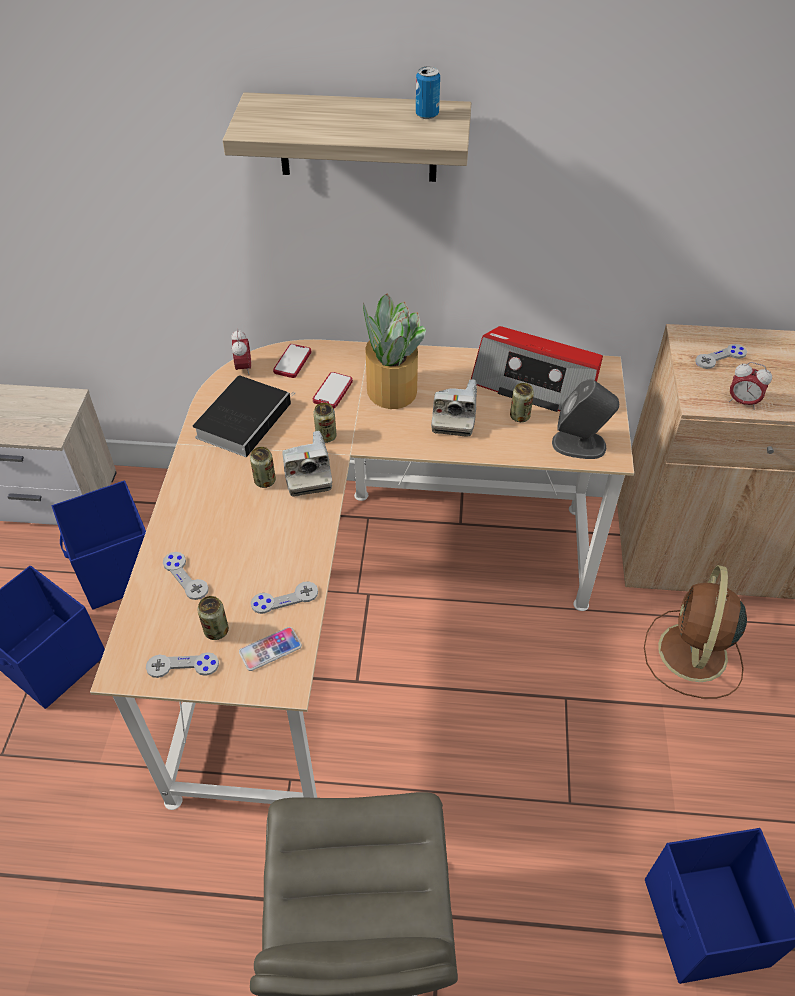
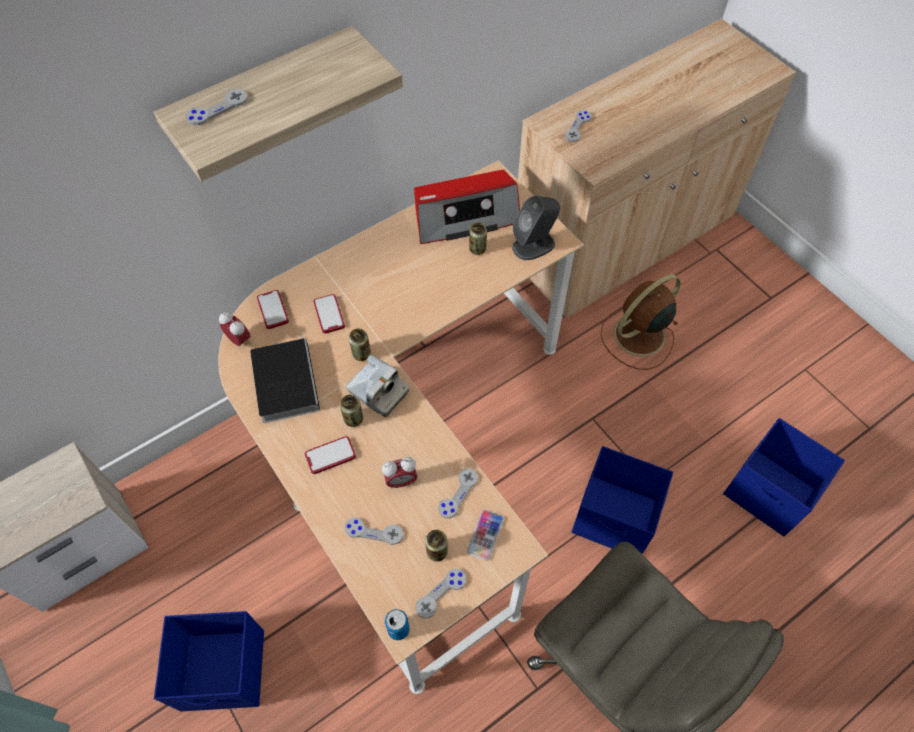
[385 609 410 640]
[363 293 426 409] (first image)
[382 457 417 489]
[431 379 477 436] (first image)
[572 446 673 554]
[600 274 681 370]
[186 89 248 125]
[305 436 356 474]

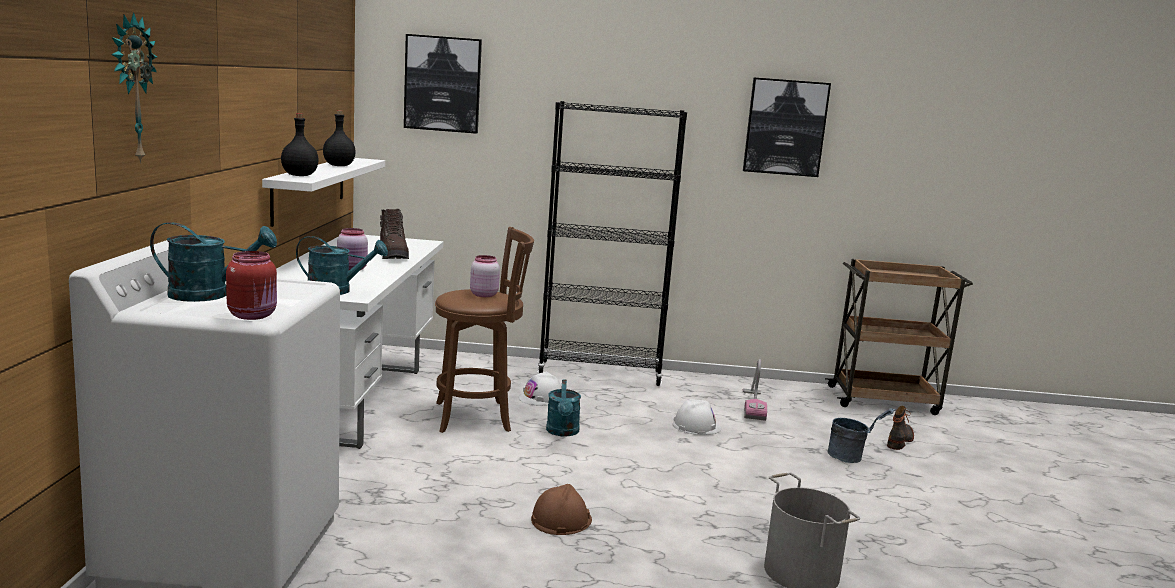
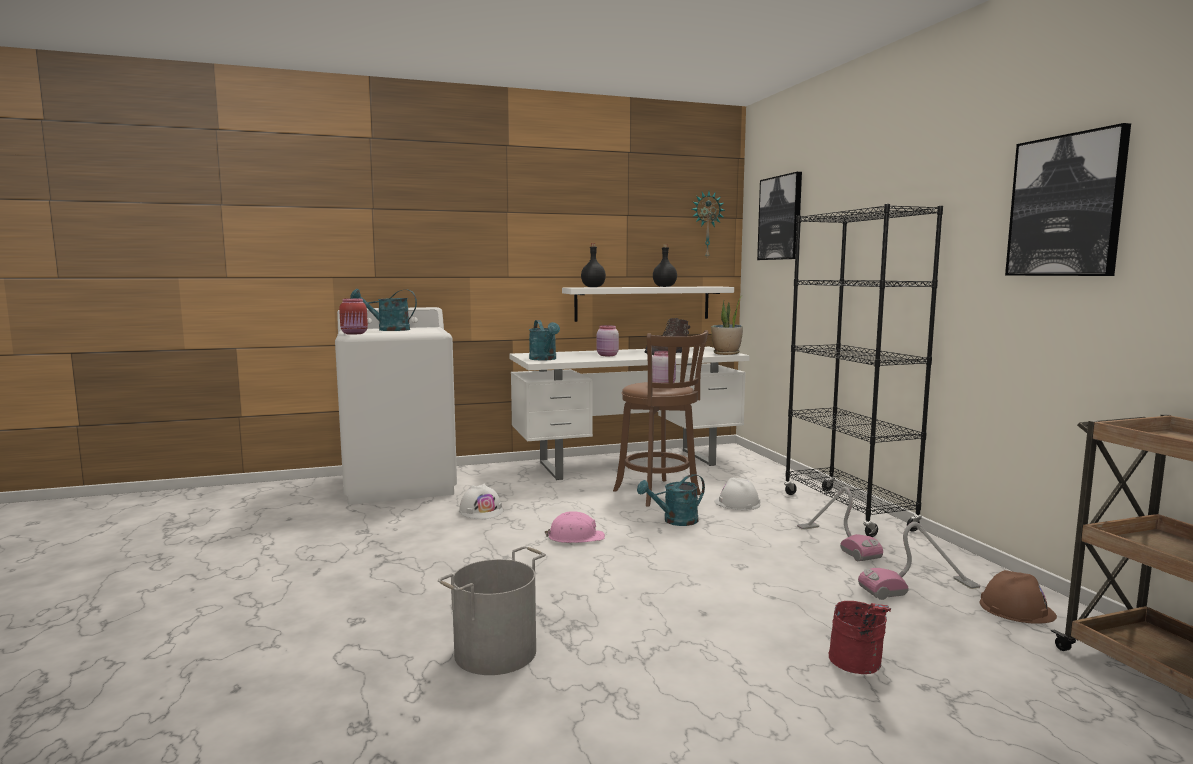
[692 191 725 258]
[350 289 417 331]
[459 484 504 519]
[887 406 914 450] (first image)
[829 601 891 674]
[979 570 1057 624]
[711 295 743 355]
[797 487 883 561]
[545 511 605 543]

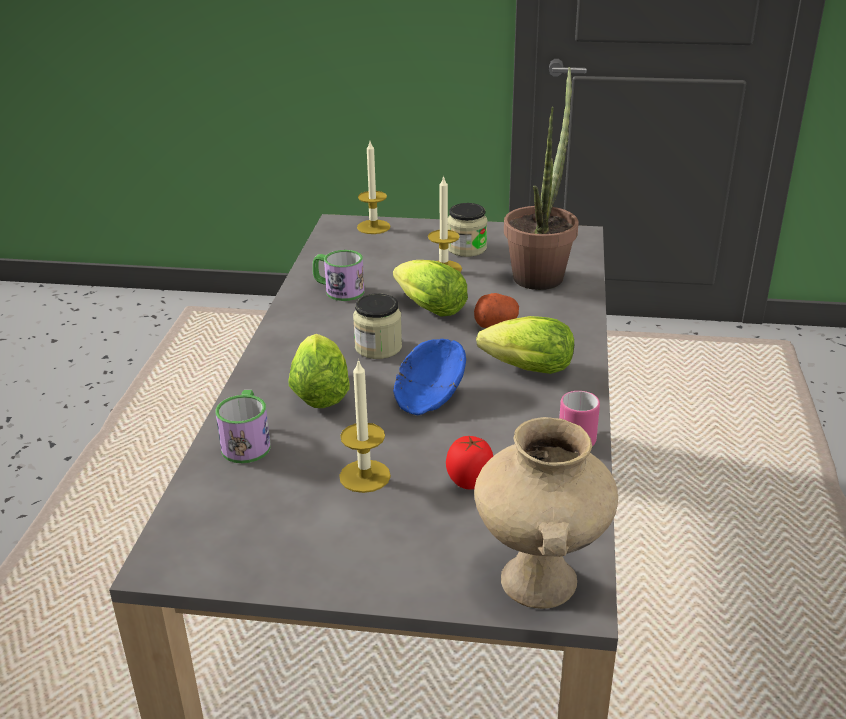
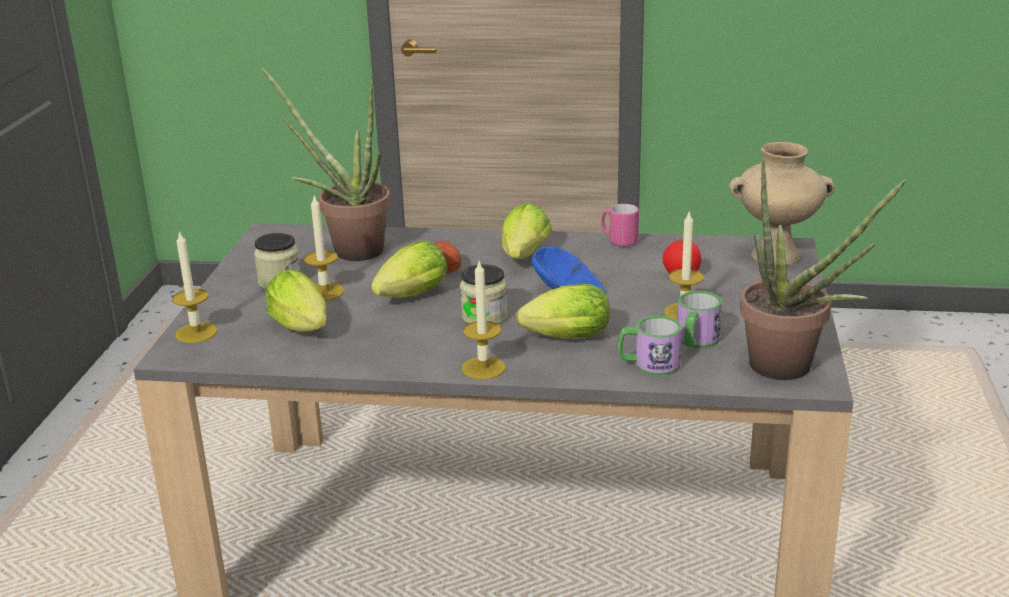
[677 291 722 348]
[740 154 906 380]
[462 262 506 379]
[266 270 326 332]

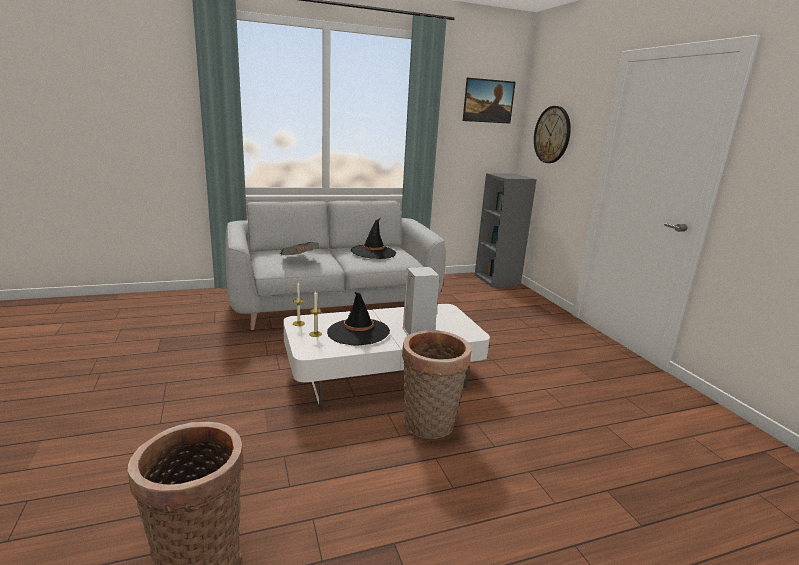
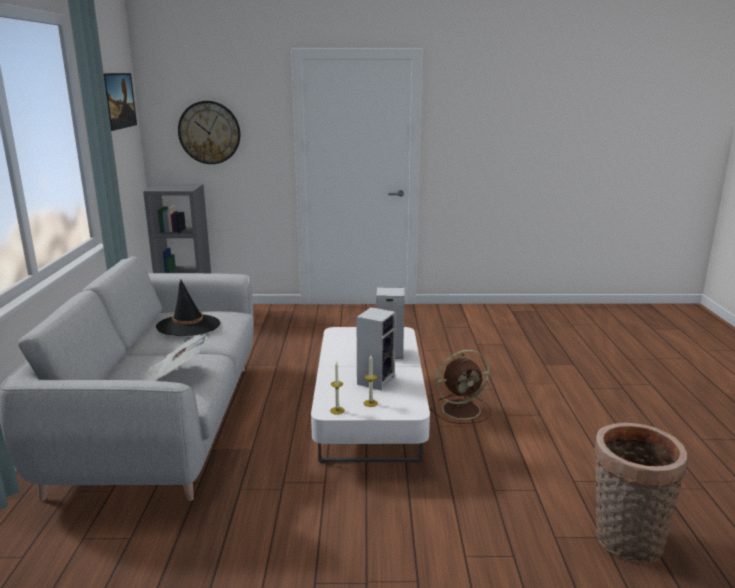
[356 307 396 391]
[429 350 491 424]

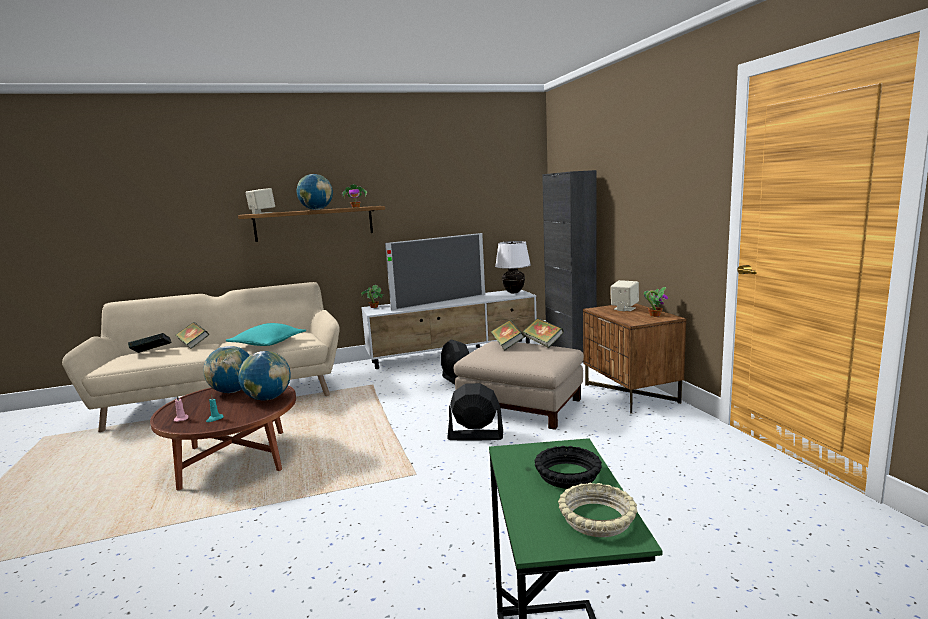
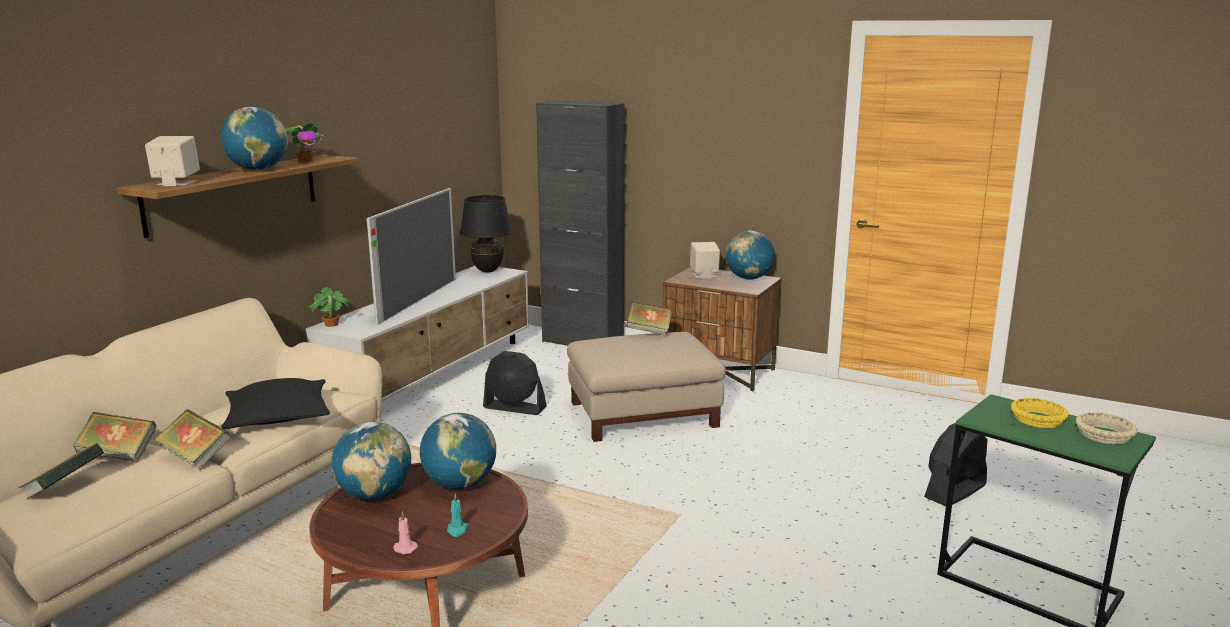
[460 195 512 272]
[725 230 775 280]
[154 409 231 470]
[221 378 330 429]
[924 423 988 506]
[1011 398 1069 428]

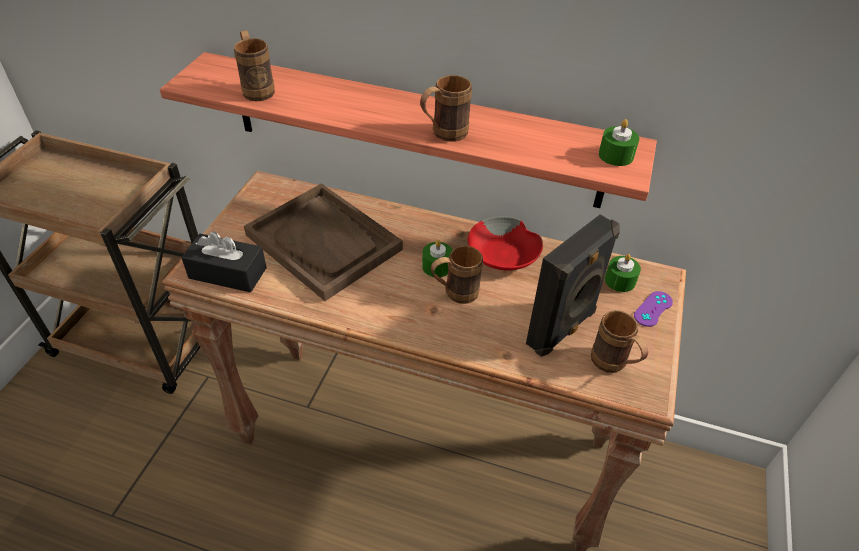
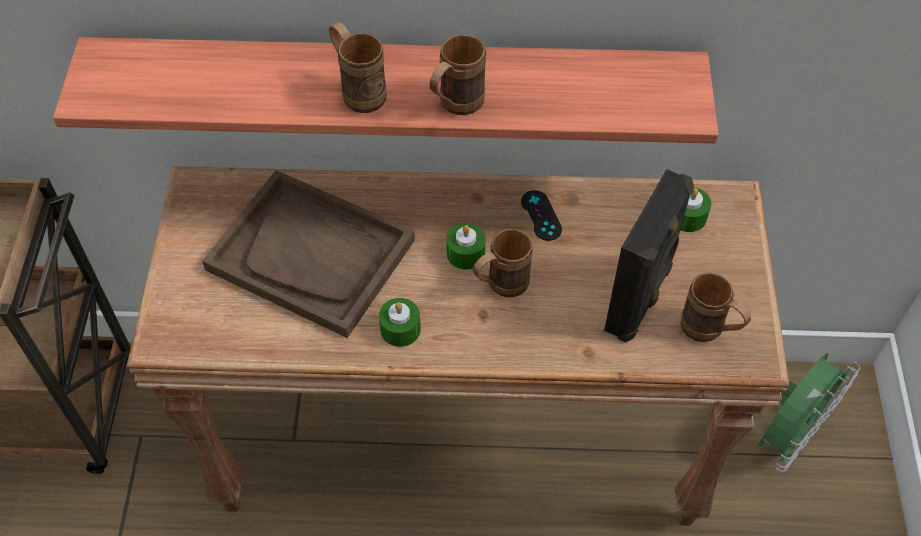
[329 22 387 113]
[379 298 421 347]
[521 190 562 241]
[181 231 267 292] (first image)
[634 291 673 327] (first image)
[759 353 860 472]

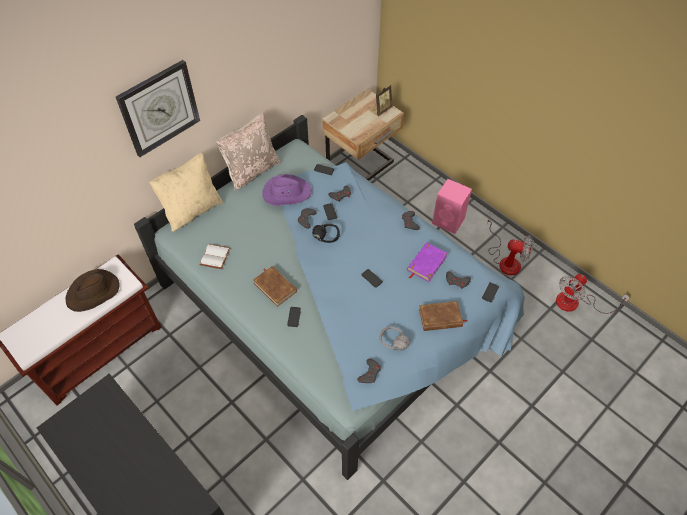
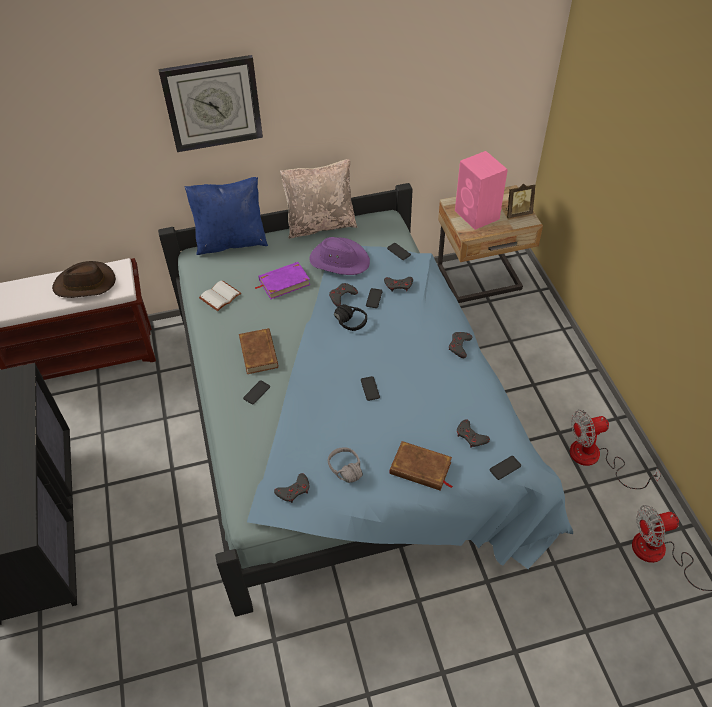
[184 177 268 255]
[455 151 508 230]
[570 410 661 489]
[254 262 310 299]

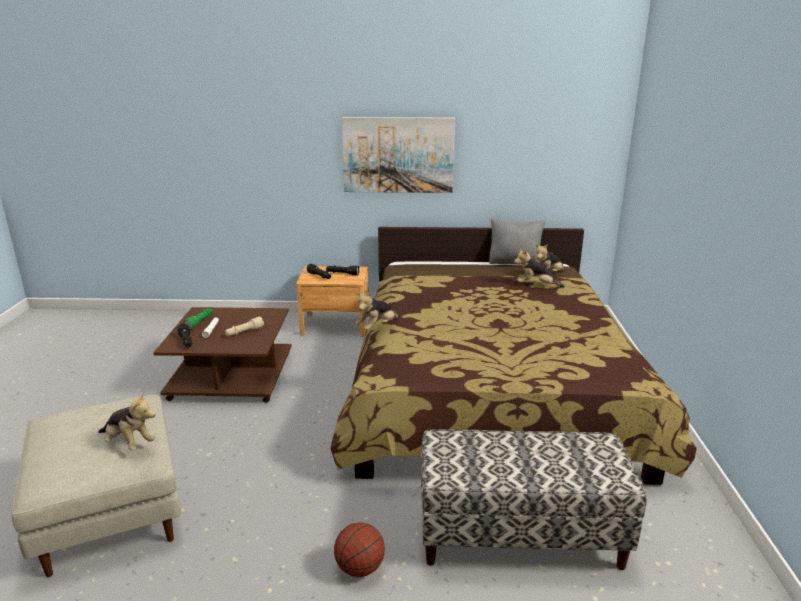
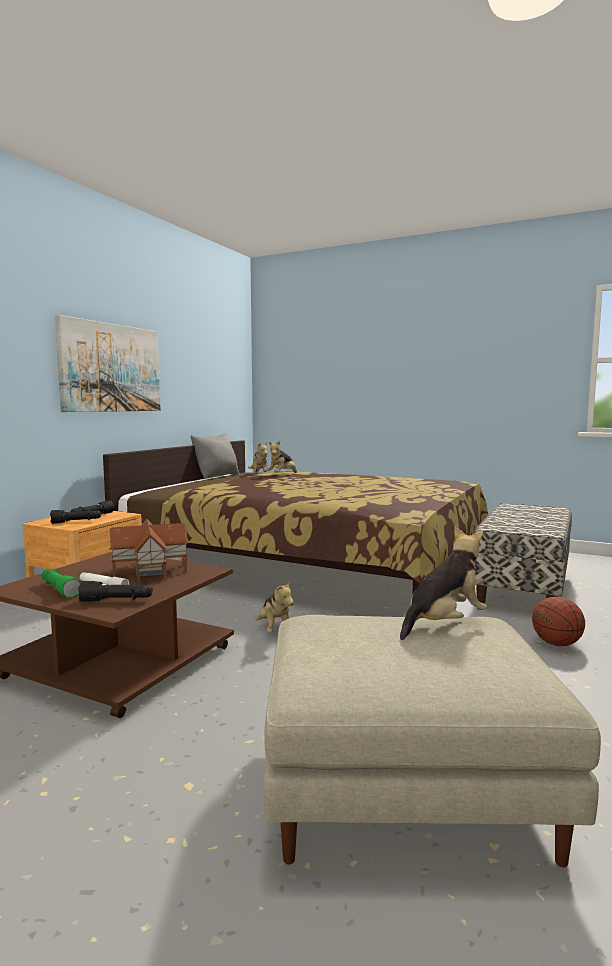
[255 580 294 632]
[109 519 189 583]

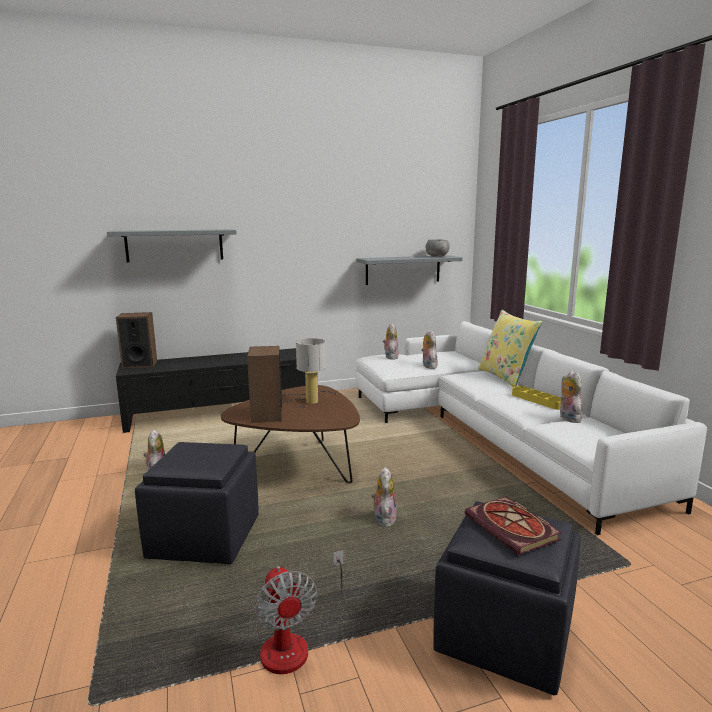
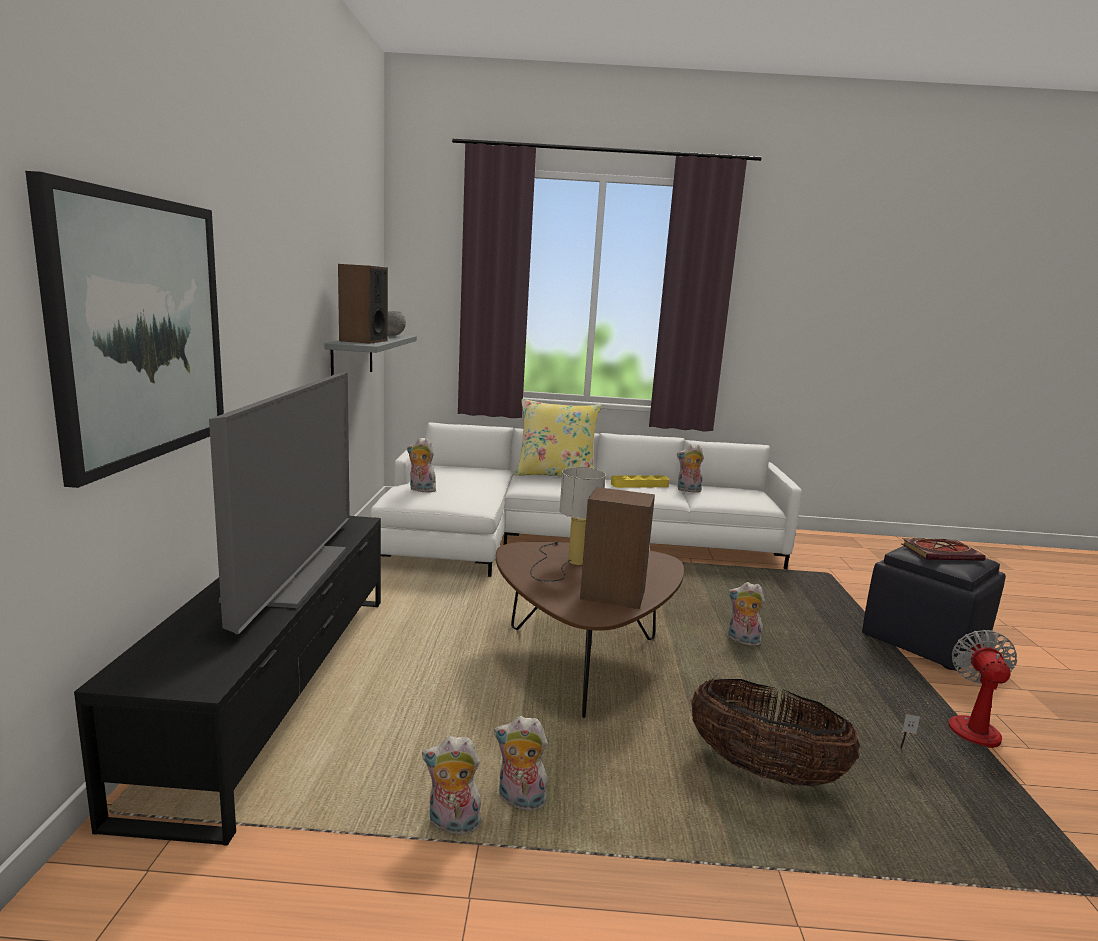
[25 171 224 488]
[338 264 388 344]
[422 736 481 834]
[690 678 860 786]
[900 630 1017 758]
[209 372 350 634]

